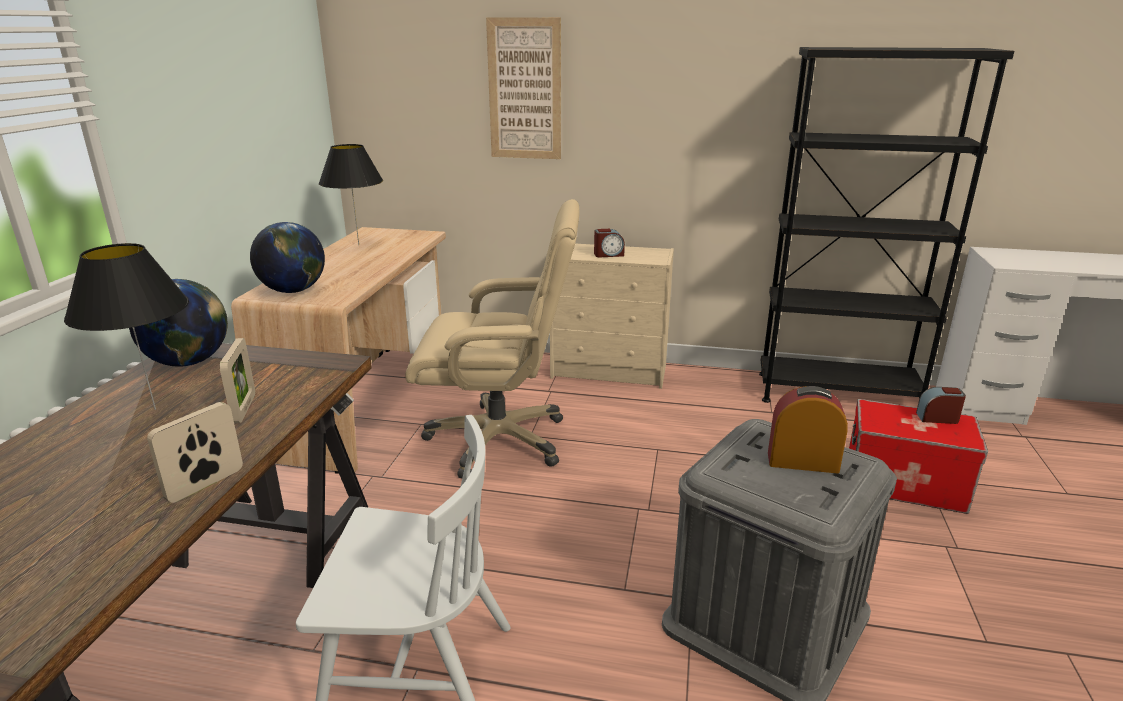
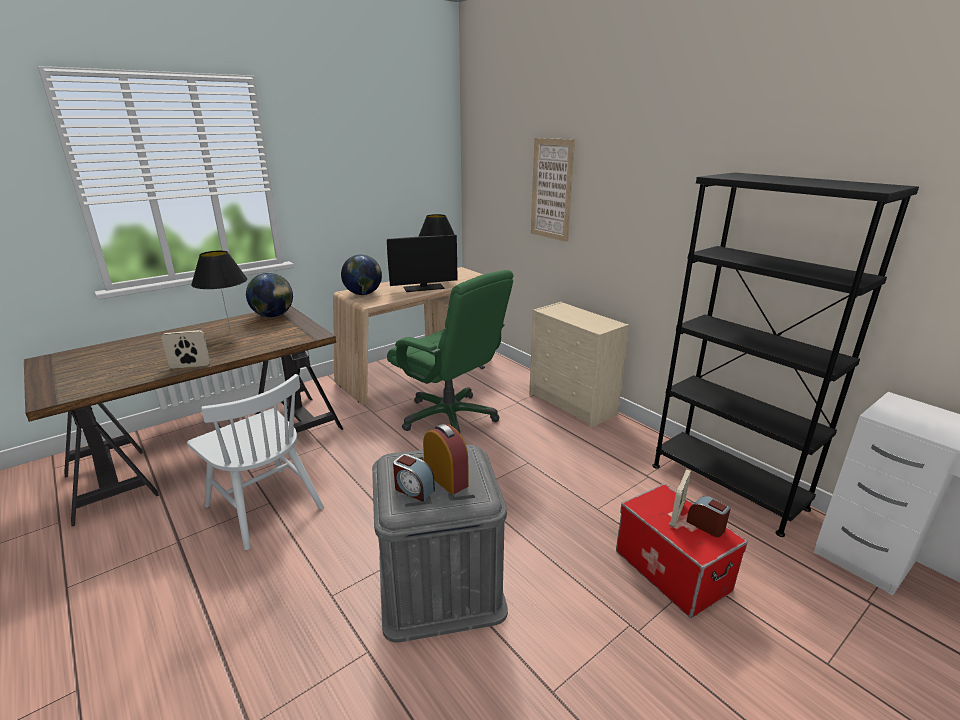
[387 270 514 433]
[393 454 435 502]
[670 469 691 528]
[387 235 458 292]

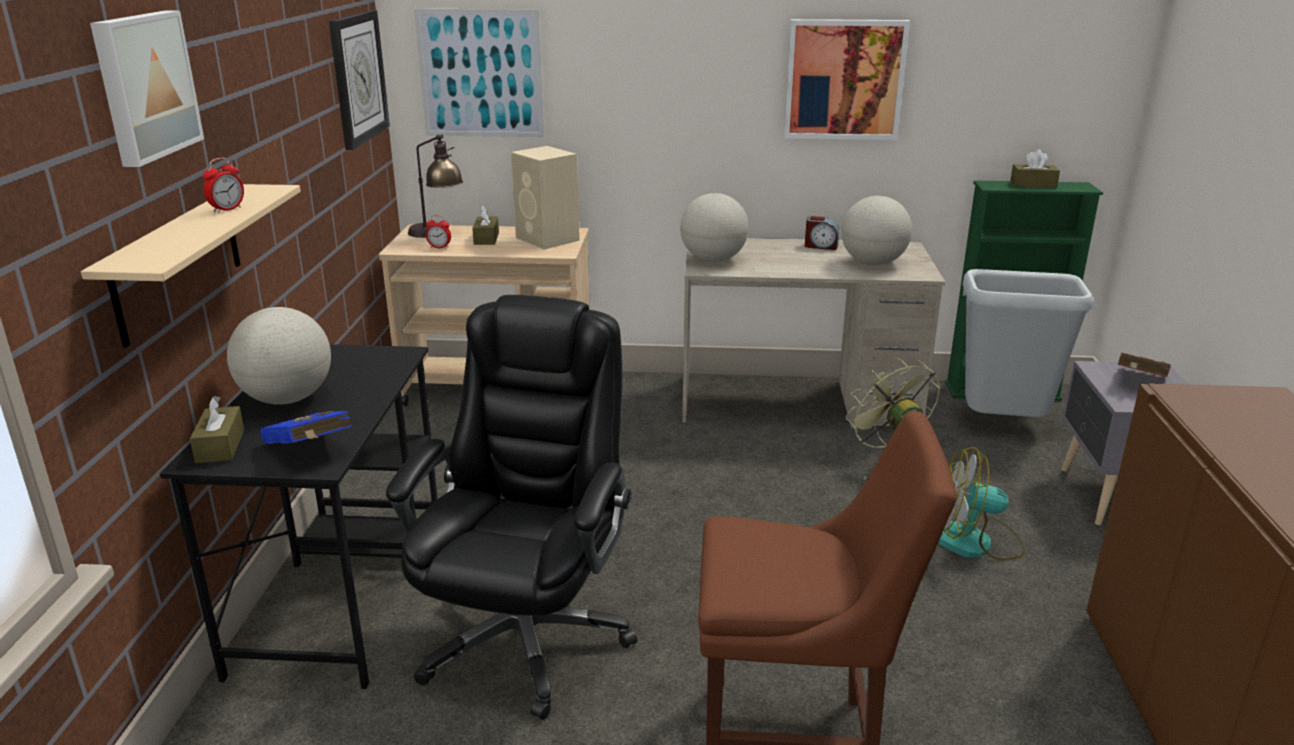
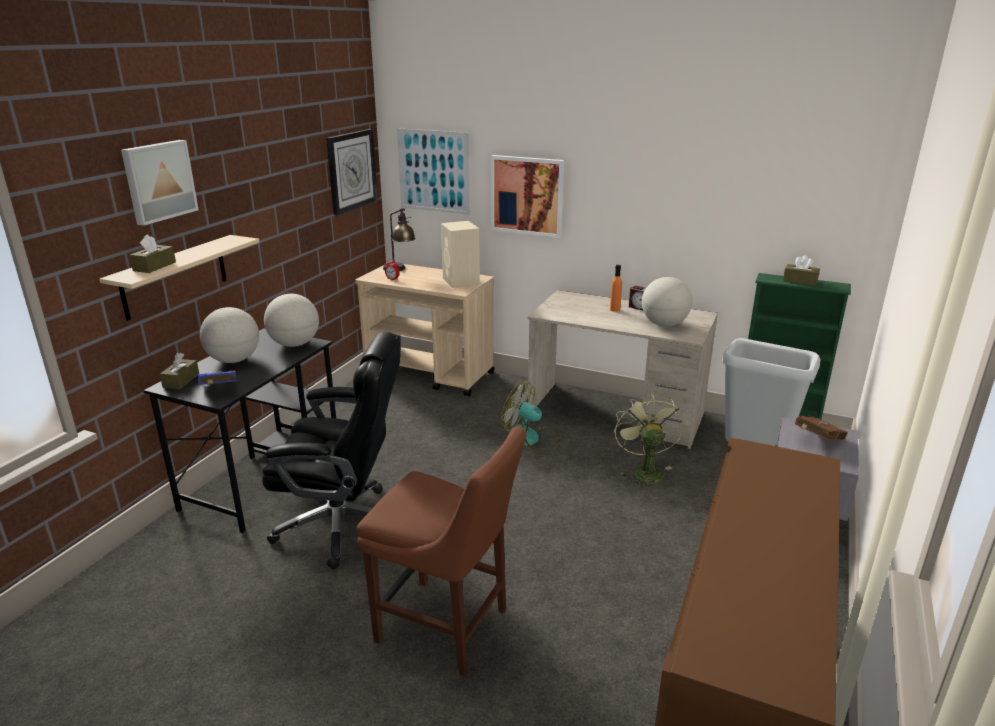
[491 155 564 238]
[203 158 244 213] (first image)
[264 294 319 347]
[129 234 176 273]
[262 332 401 570]
[501 382 560 450]
[610 265 622 312]

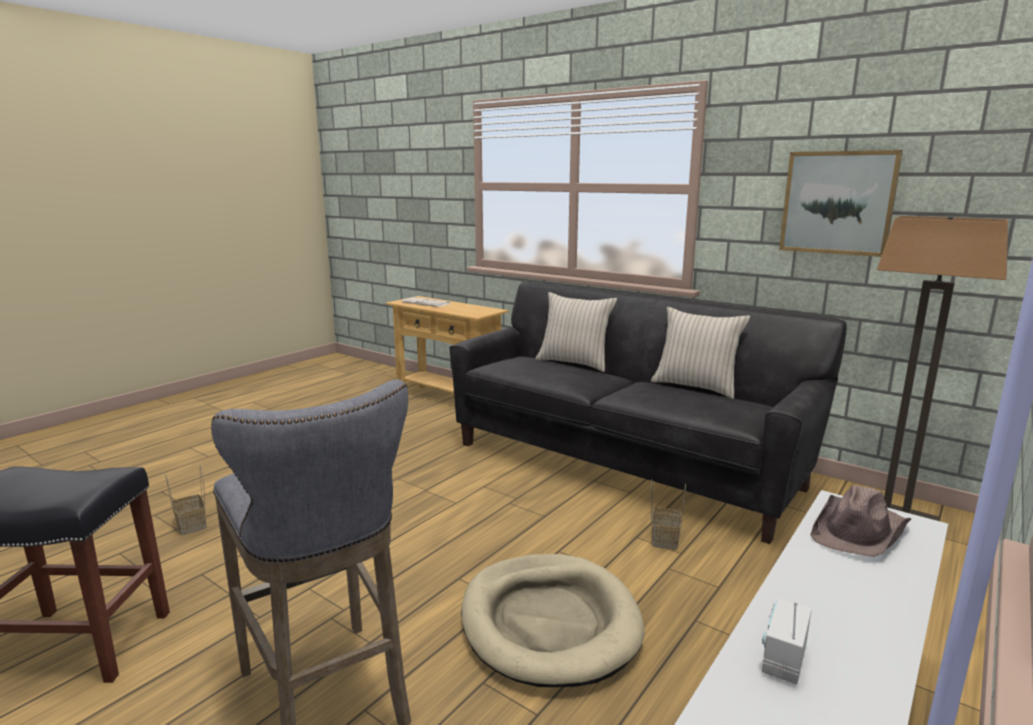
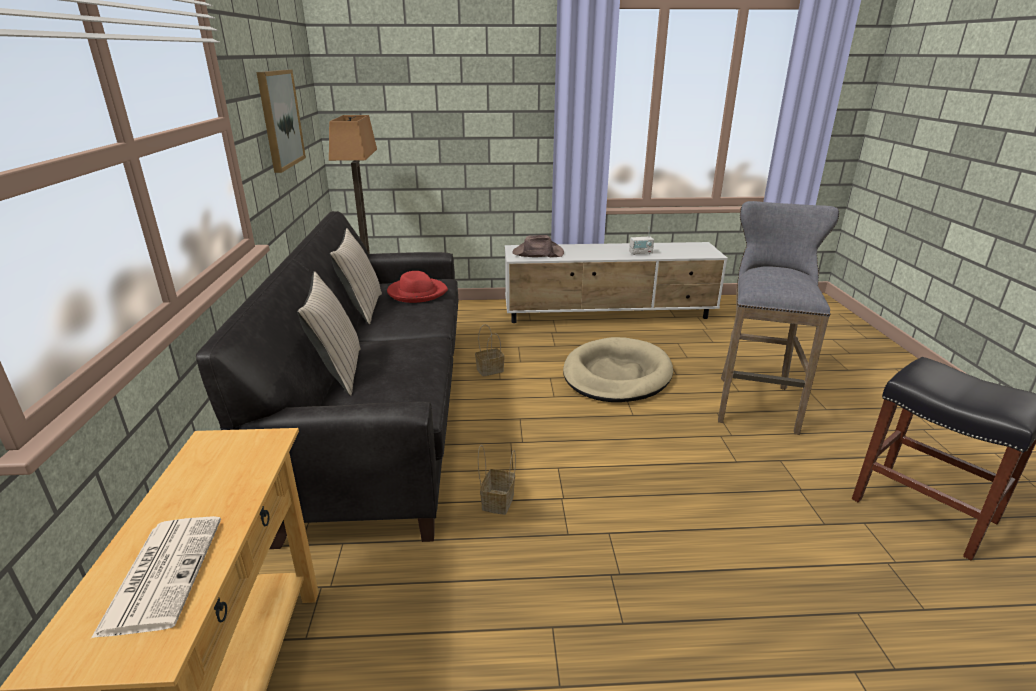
[478 445 516 515]
[387 271 448 303]

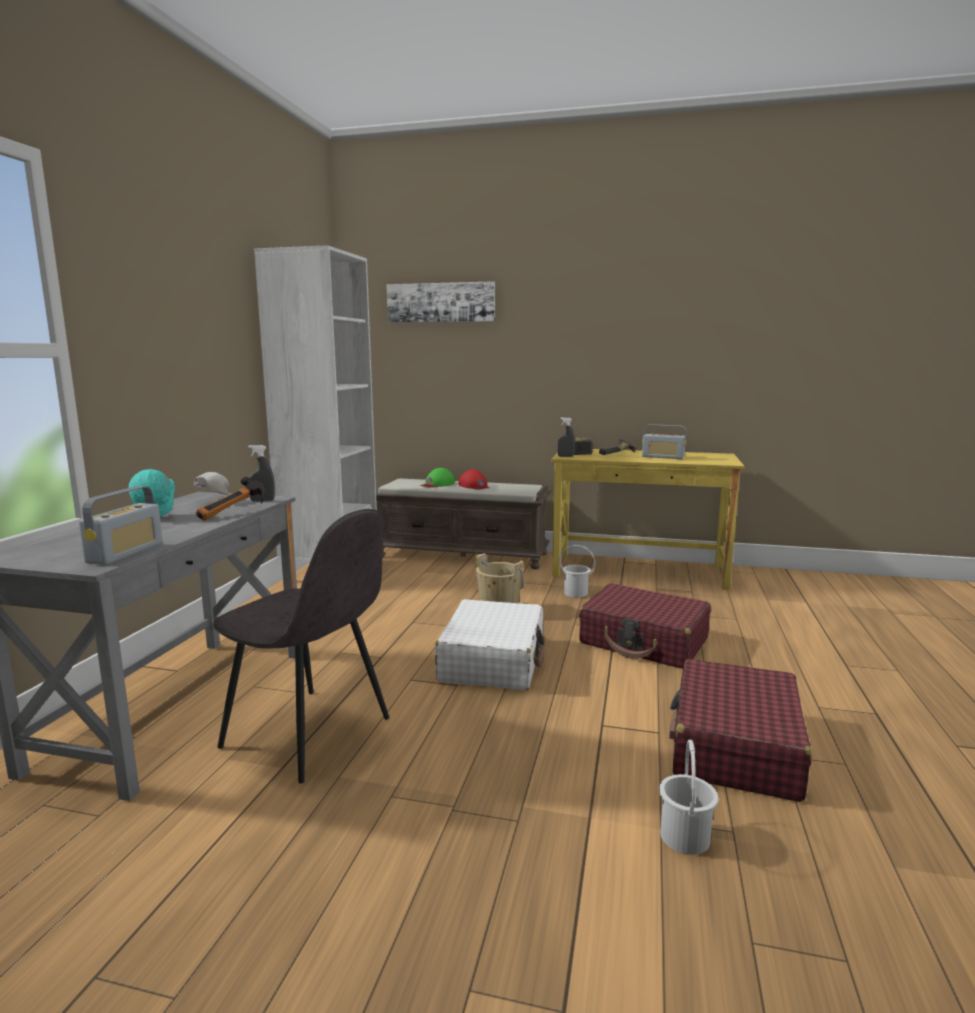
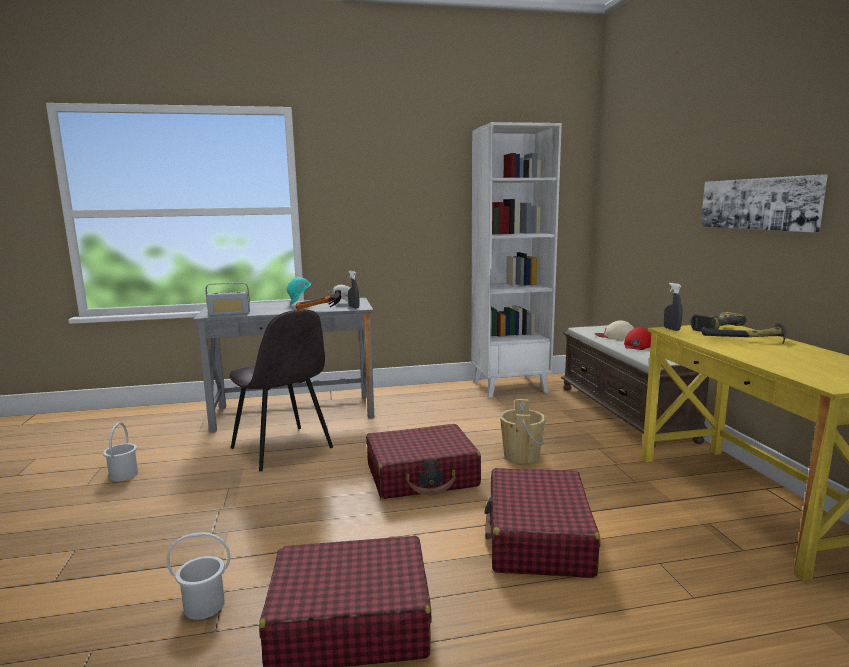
[701 175 828 233]
[642 424 686 459] (first image)
[595 320 634 339]
[229 309 333 471]
[103 422 138 481]
[366 424 481 499]

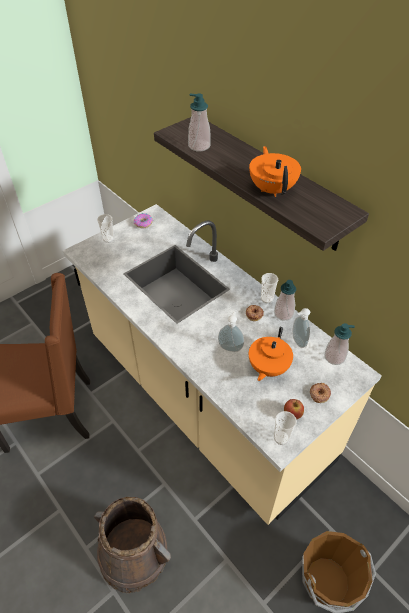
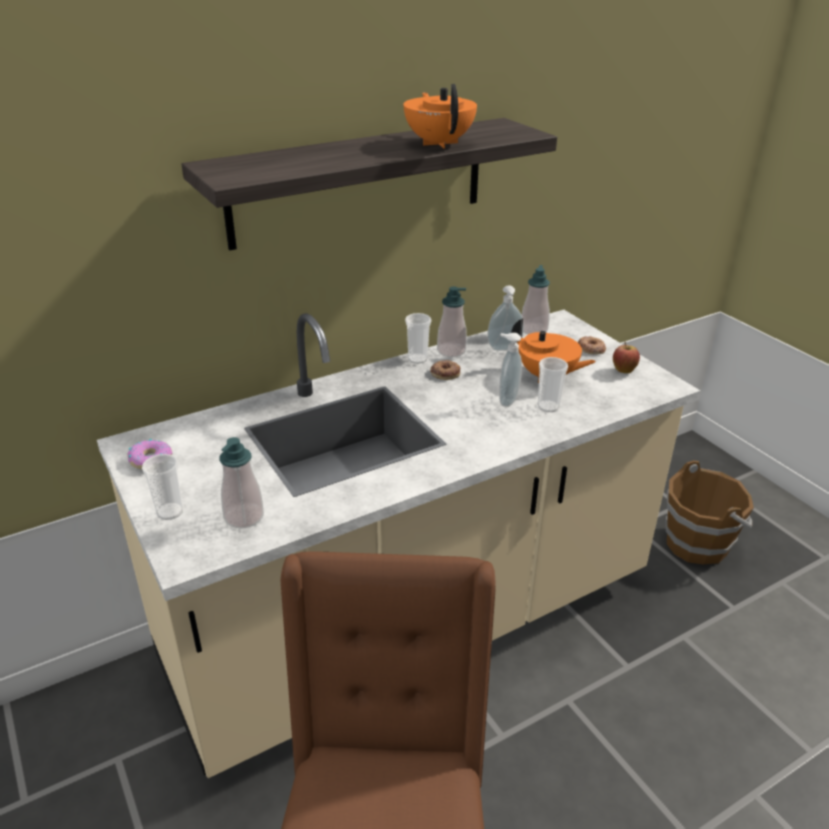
[219 437 264 529]
[403 84 477 149]
[538 357 568 412]
[94 497 171 593] (first image)

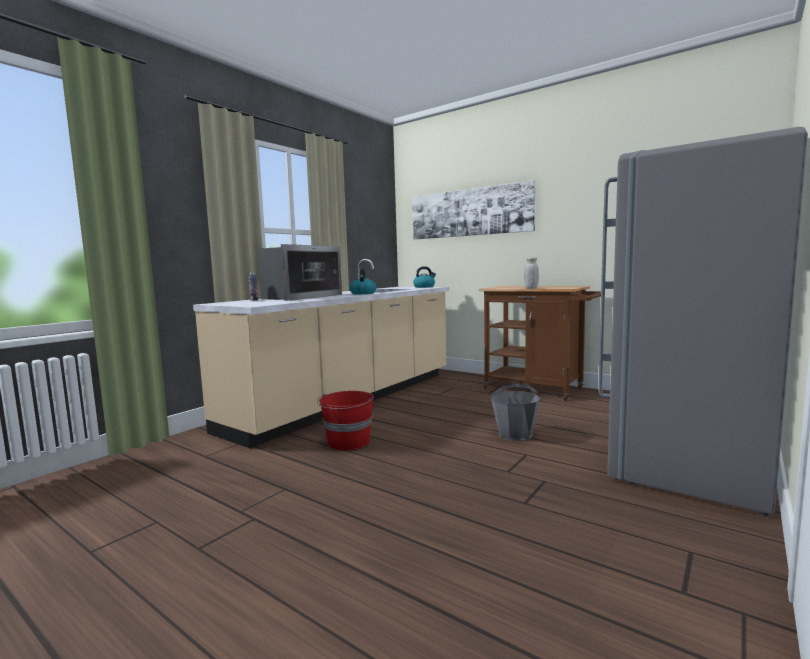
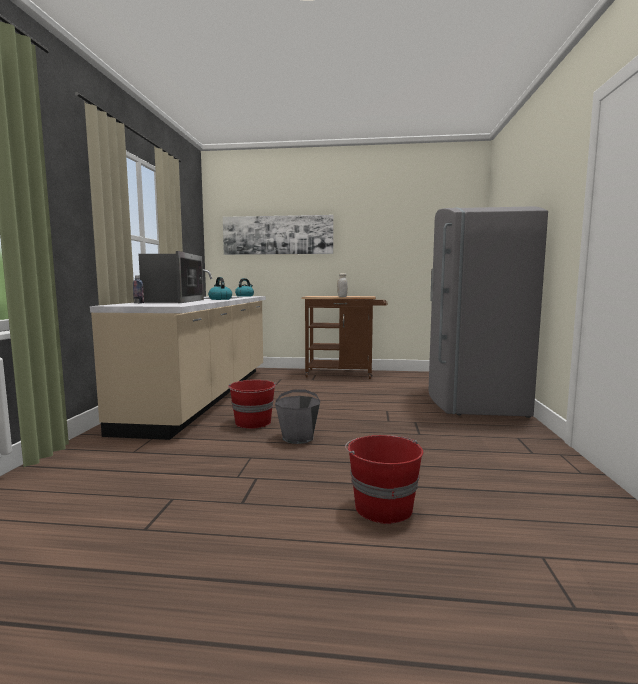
[275 390 320 444]
[345 435 423 524]

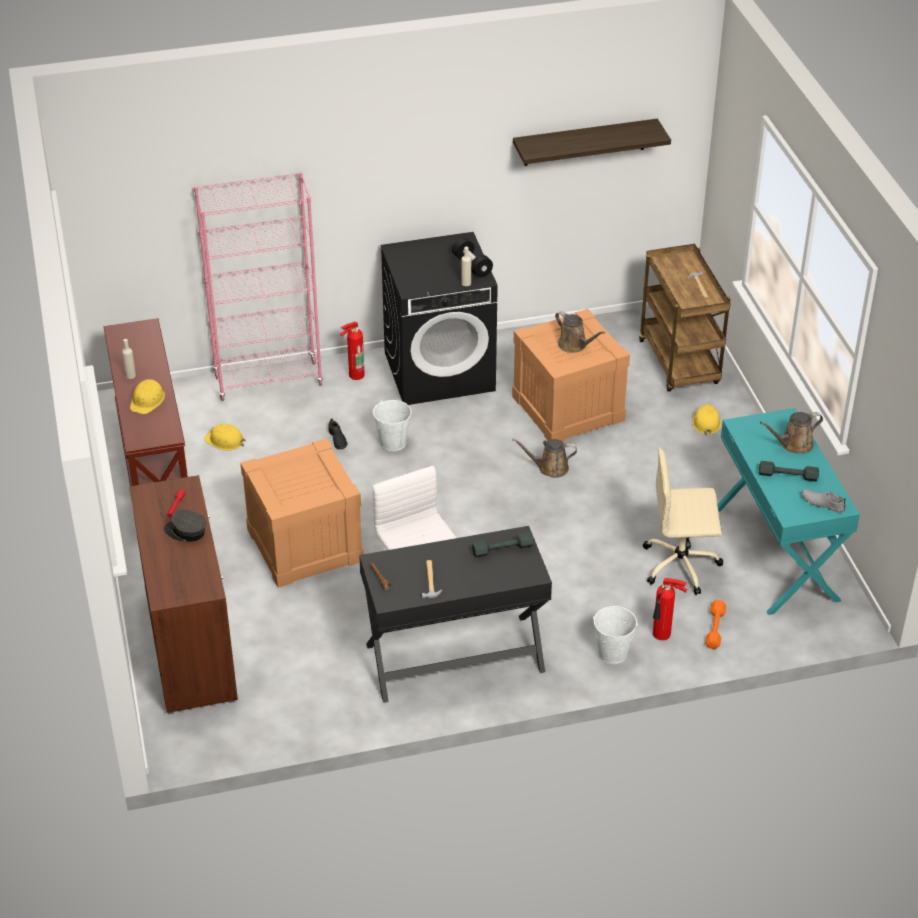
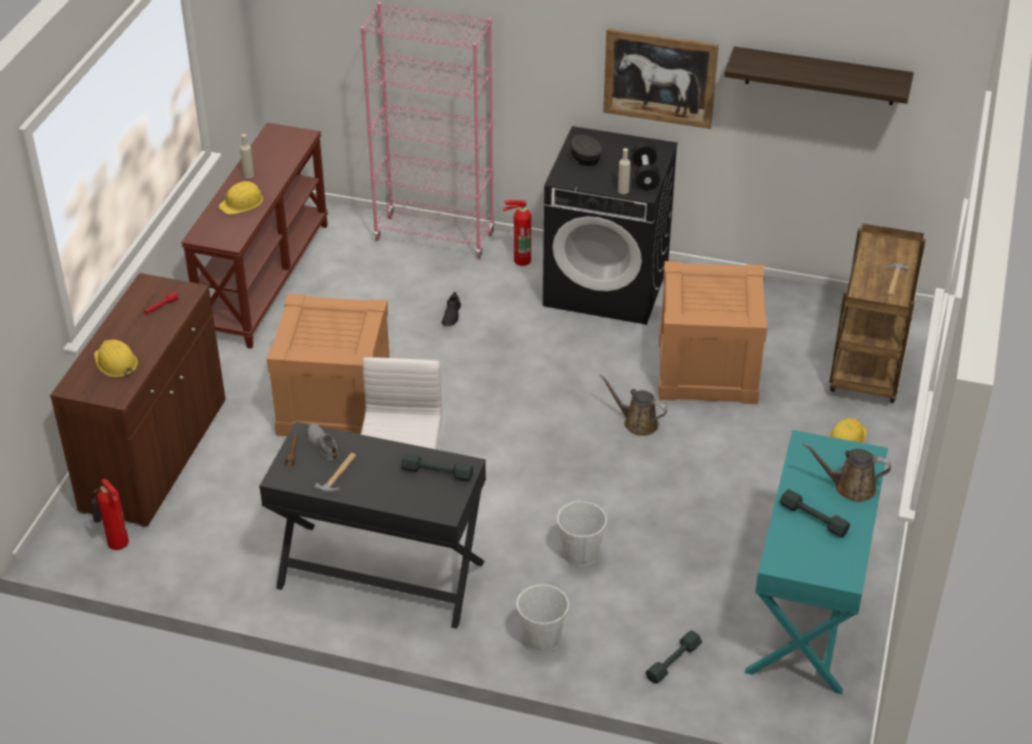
[555 311 605 353] (first image)
[557 499 607 567]
[94 340 138 377]
[643 448 723 595] (first image)
[307 423 339 462]
[565 135 602 166]
[92 478 129 550]
[645 630 702 684]
[603 28 719 129]

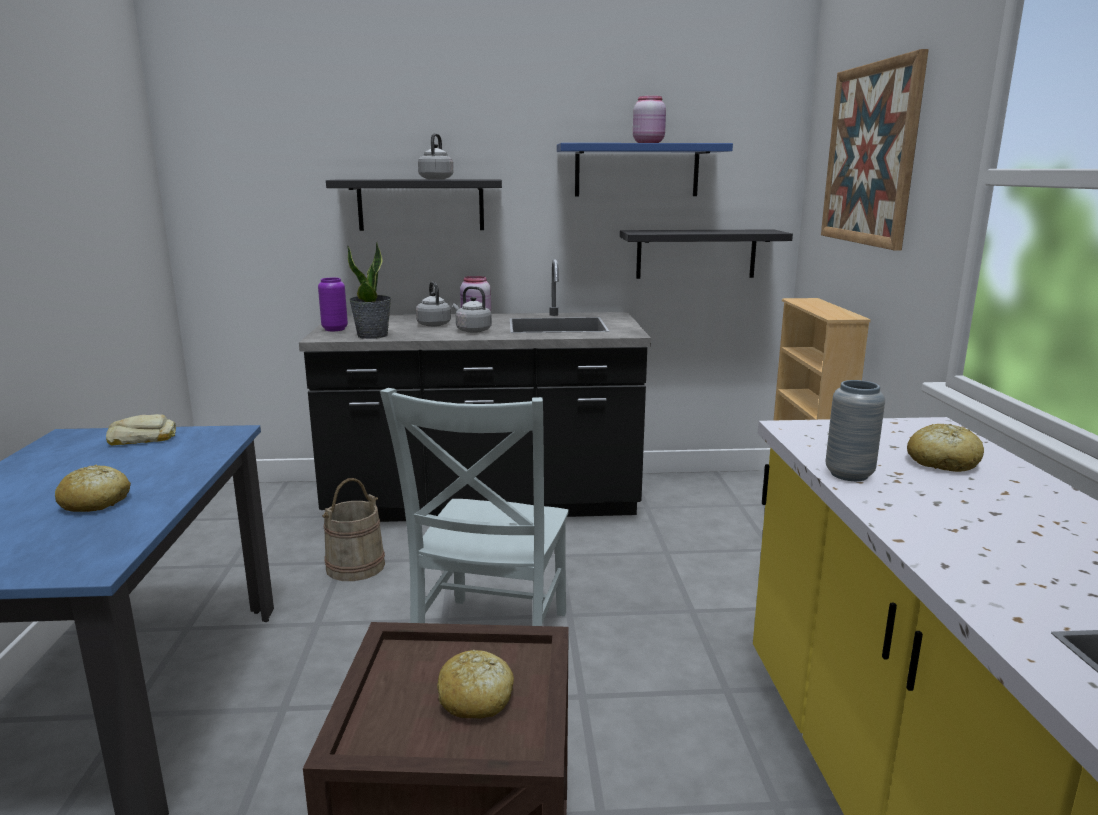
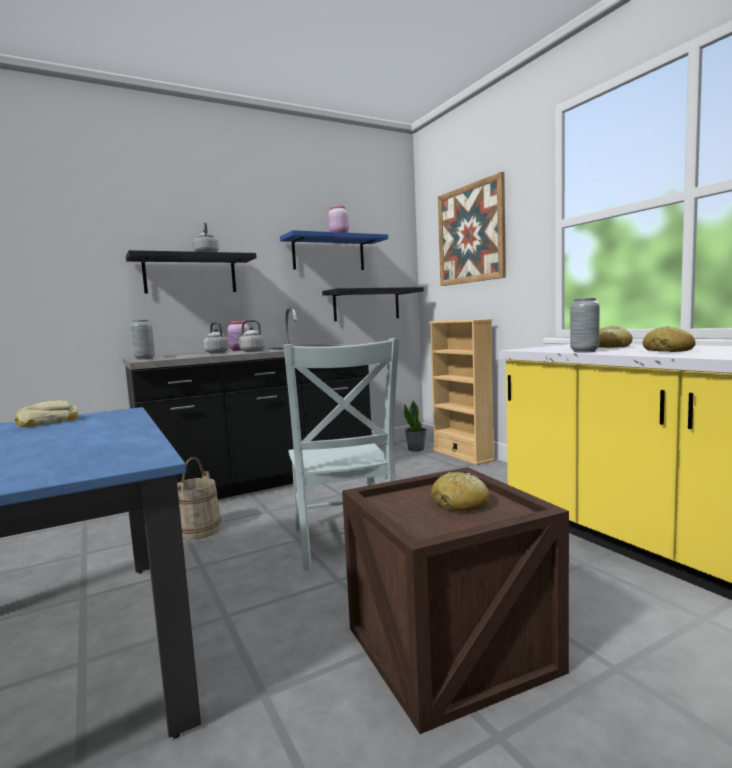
[404 401 427 451]
[131 320 155 359]
[643 326 695 352]

